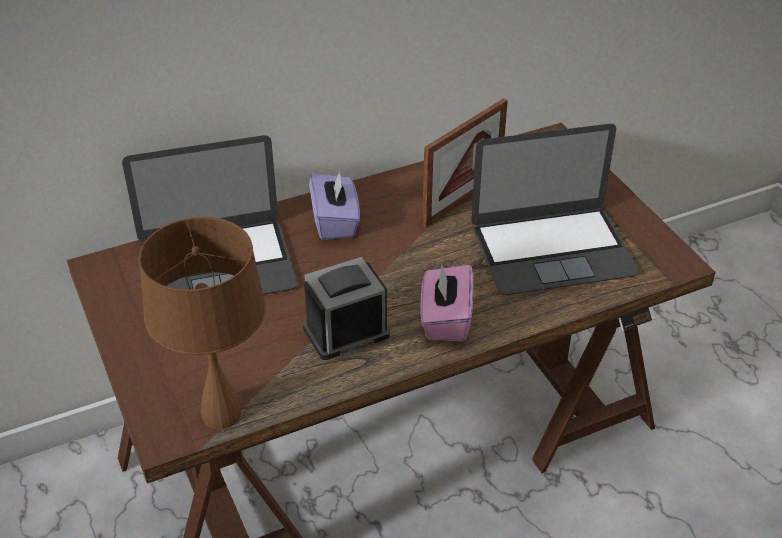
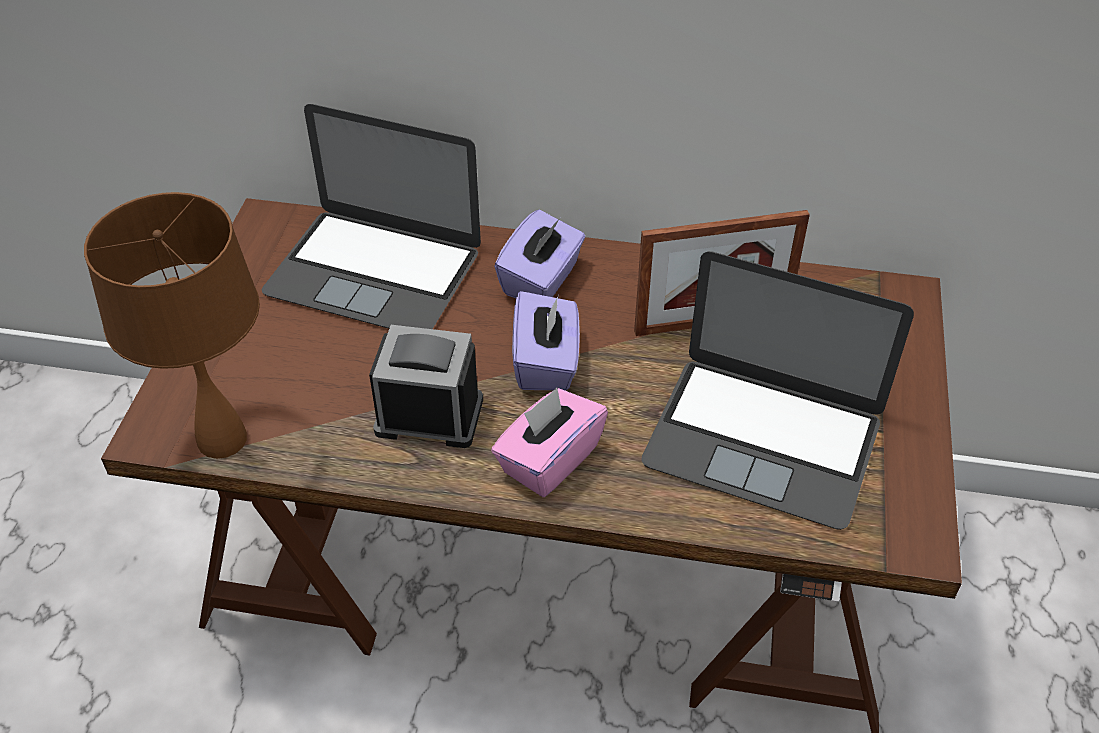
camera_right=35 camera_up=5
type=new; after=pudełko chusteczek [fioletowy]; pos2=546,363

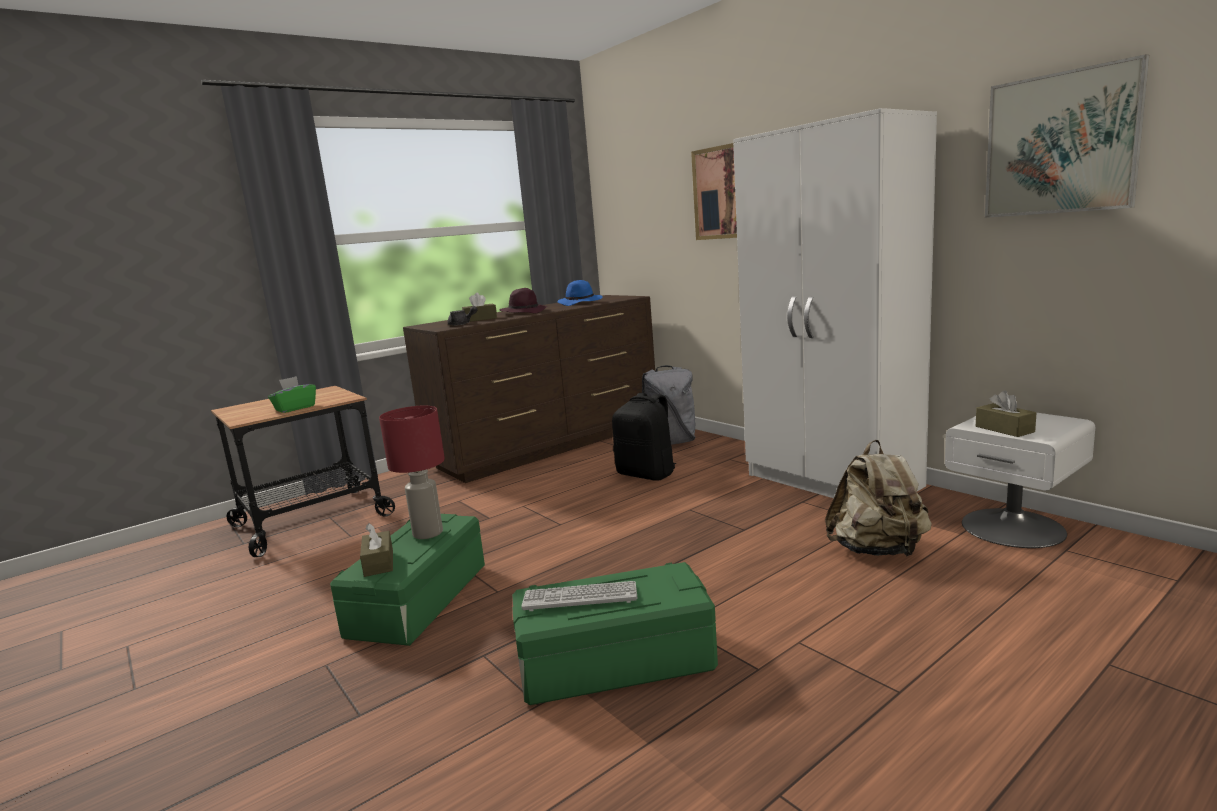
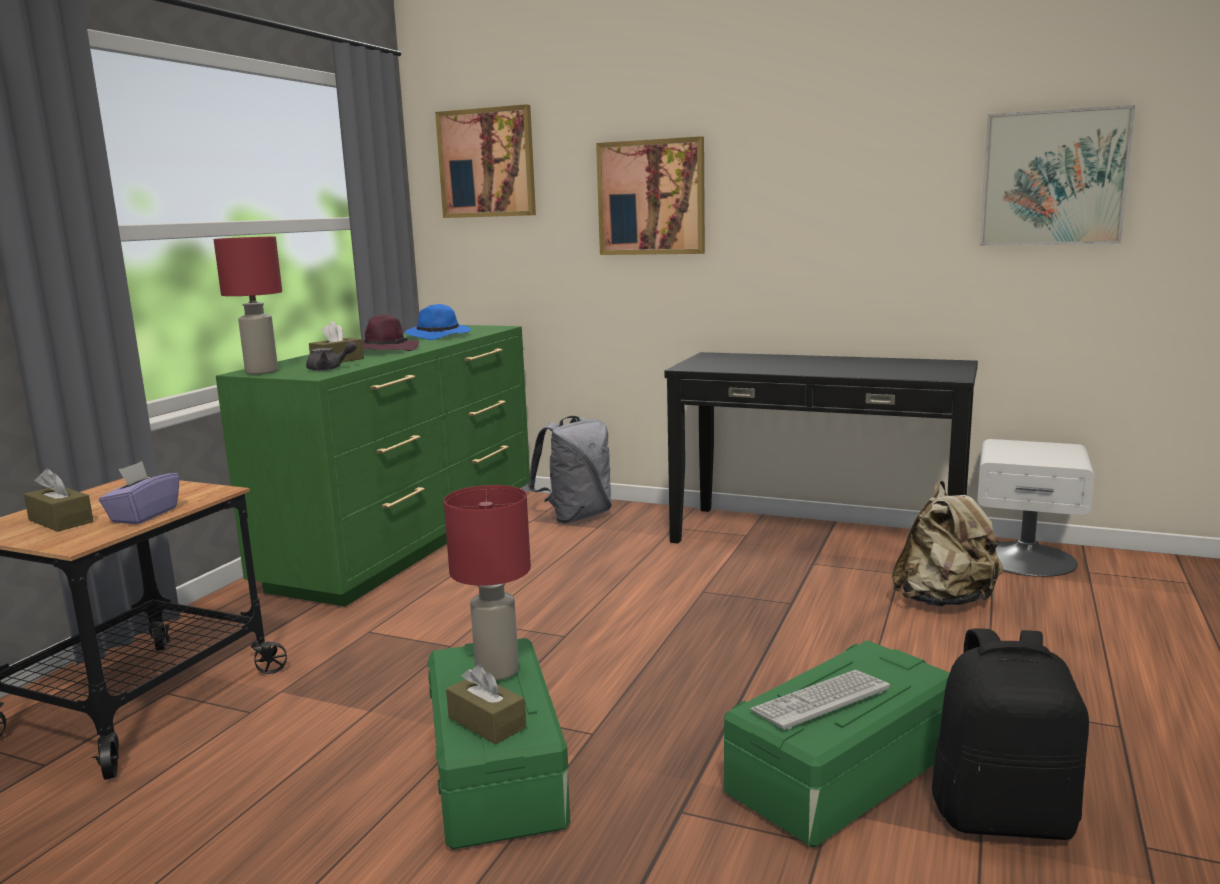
camera_right=-30 camera_up=0
type=new; after=lampa stołowa [czerwony]; pos2=262,372
type=new; after=obraz; pos2=487,163
type=shifted; before=plecak [czarny]; pos1=647,474; pos2=1003,815
type=shifted; before=pudełko chusteczek [brązowy]; pos1=1004,429; pos2=61,521
type=swapped; before=szafa [biały]; after=stolik konsolowy [czarny]; pos1=832,481; pos2=816,538
type=repainted; before=pudełko chusteczek [zielony]; after=pudełko chusteczek [fioletowy]; pos1=295,408; pos2=144,515
type=repainted; before=komoda [brązowy]; after=komoda [zielony]; pos1=550,445; pos2=410,538

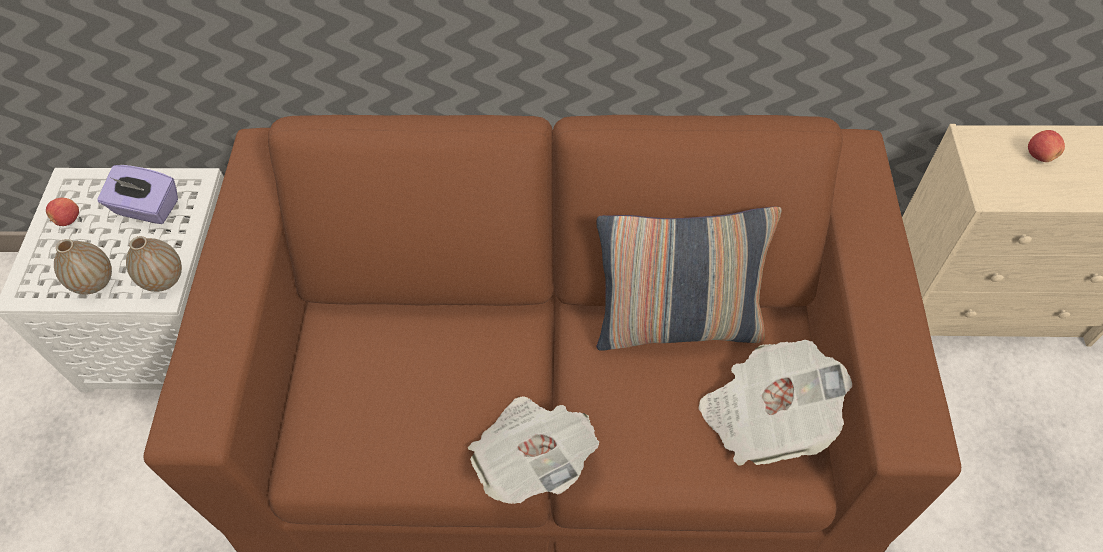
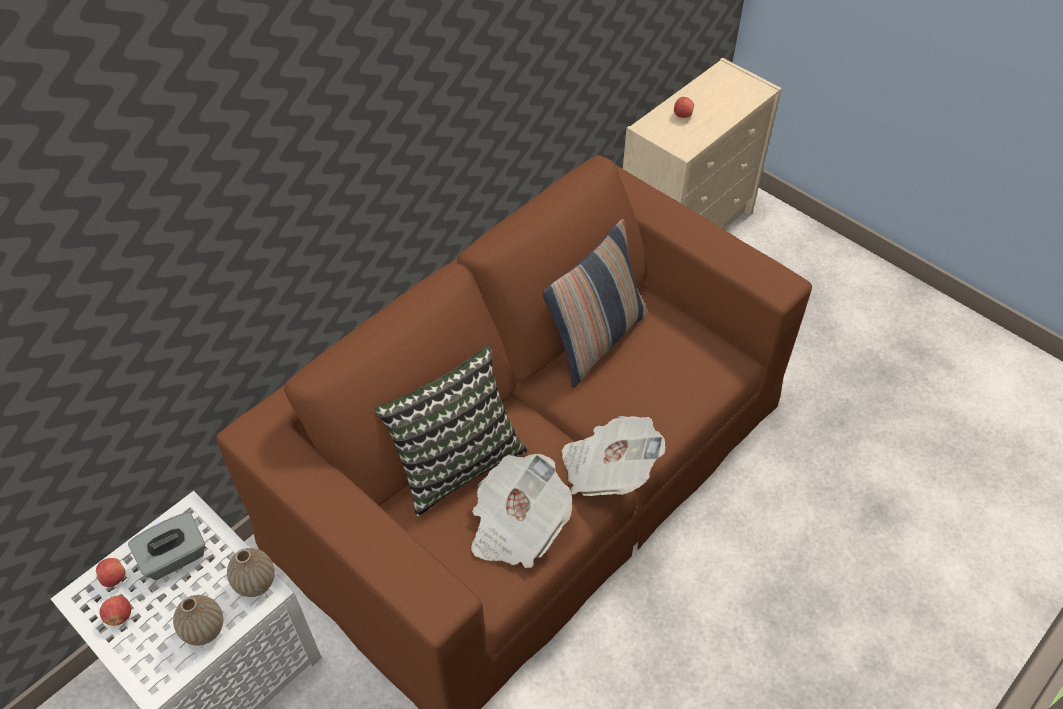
camera_right=-50 camera_up=-5
type=new; after=jabłko; pos2=114,578
type=new; after=poduszka; pos2=456,461
type=shifted; before=gazeta; pos1=765,416; pos2=516,525
type=repainted; before=pudełko chusteczek [fioletowy]; after=pudełko chusteczek [szary]; pos1=147,208; pos2=175,557

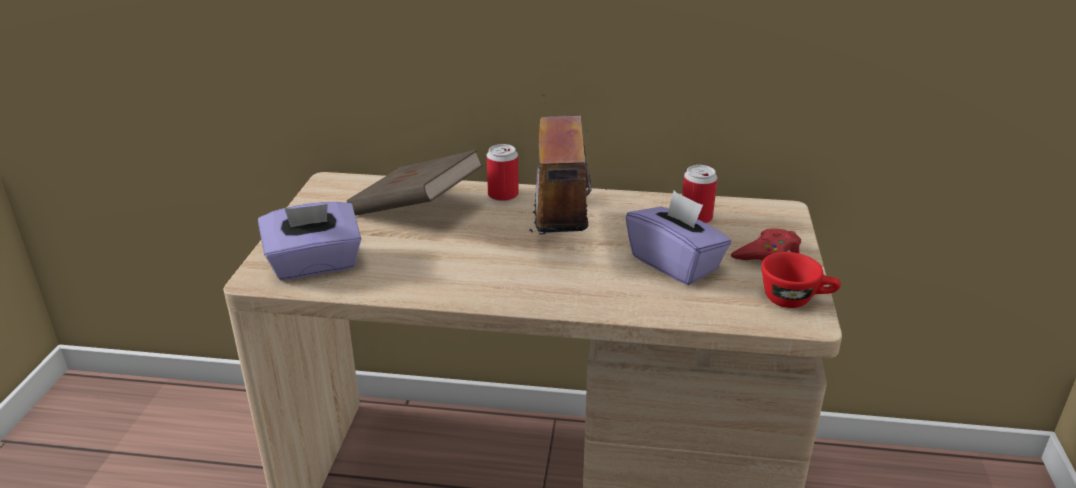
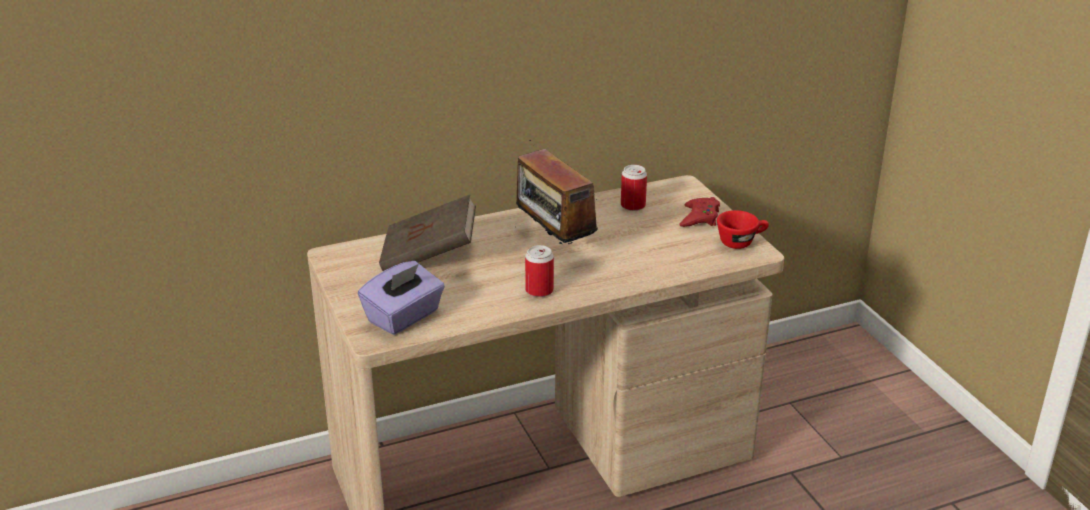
camera_right=-30 camera_up=0
type=gone; before=pudełko chusteczek [fioletowy]; pos1=675,263
type=shifted; before=puszka; pos1=503,195; pos2=539,290

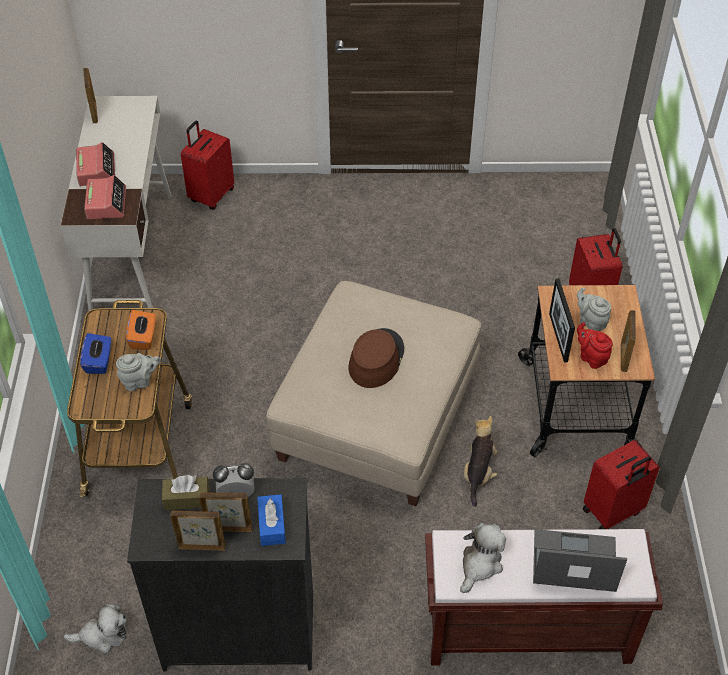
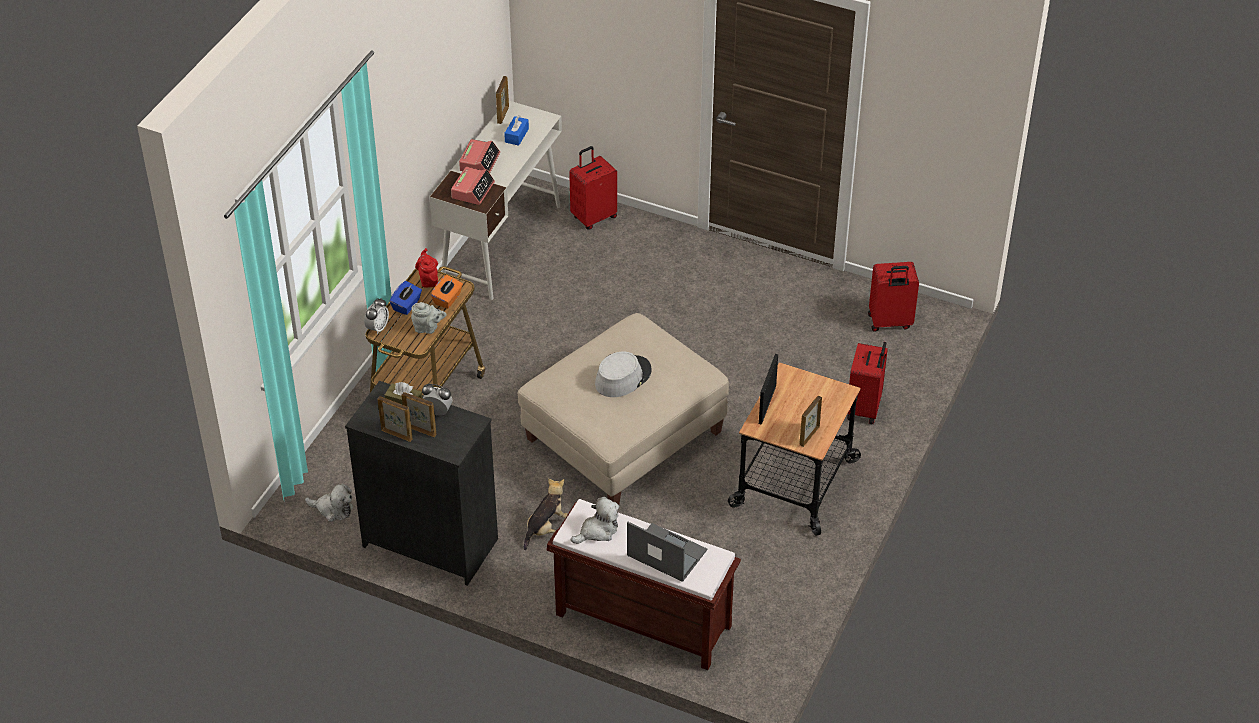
camera_right=25 camera_up=-5
type=gone; before=imbryk [szary]; pos1=591,322
type=new; after=budzik; pos2=377,328
type=shifted; before=pudełko chusteczek [niebieski]; pos1=272,525; pos2=516,135
type=shifted; before=pluszak; pos1=478,472; pos2=546,527
type=shifted; before=imbryk [czerwony]; pos1=591,357; pos2=428,280
type=shifted; before=walizka [czerwony]; pos1=613,512; pos2=890,322
type=repainted; before=kapelusz [brązowy]; after=kapelusz [szary]; pos1=376,359; pos2=622,377

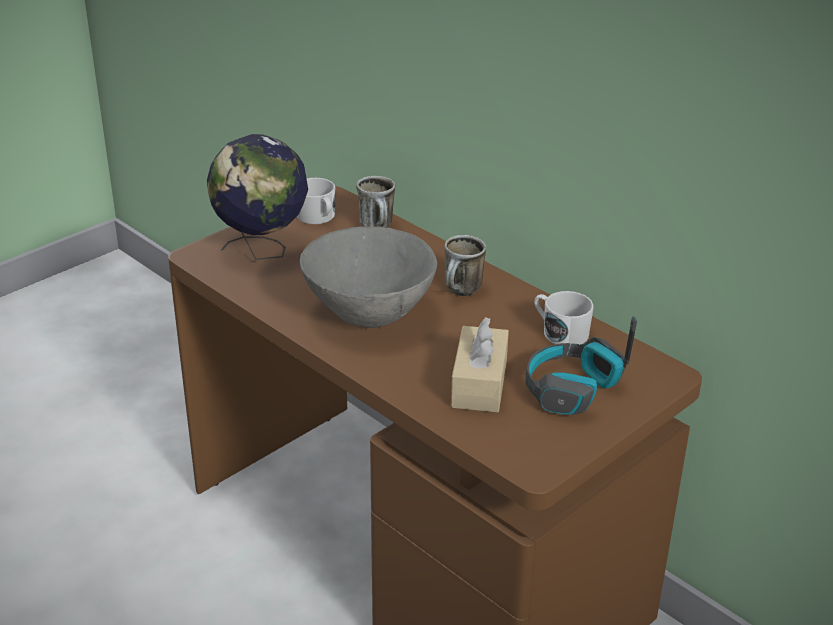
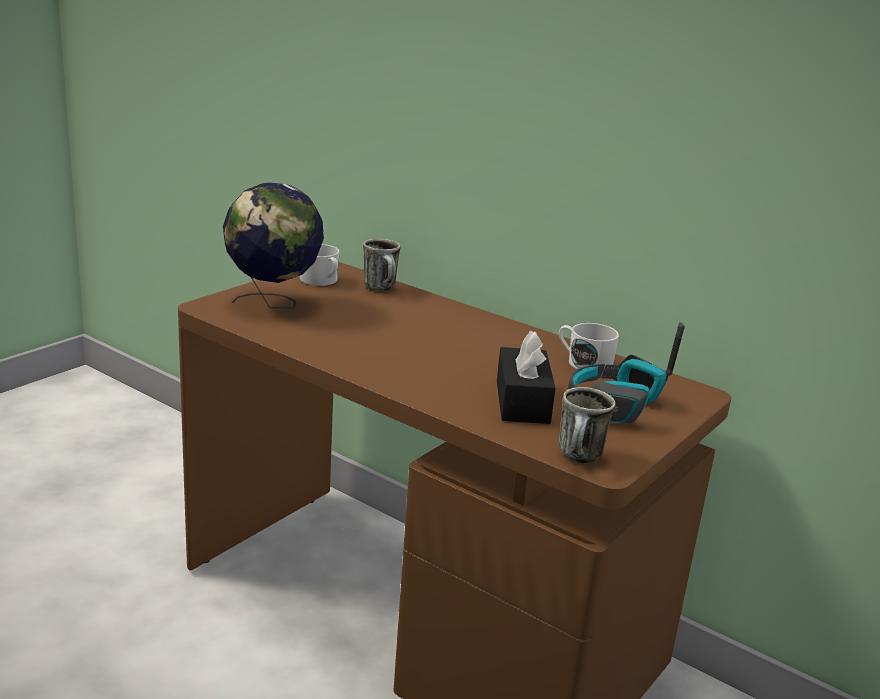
camera_right=-10 camera_up=-10
type=gone; before=miska [szary]; pos1=369,315
type=shifted; before=kubek; pos1=462,292; pos2=581,459
type=repainted; before=pudełko chusteczek [beżowy]; after=pudełko chusteczek [czarny]; pos1=479,383; pos2=522,402

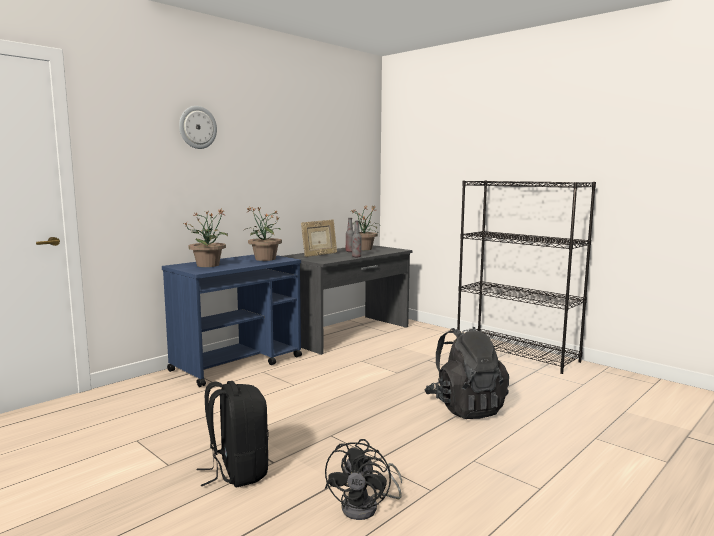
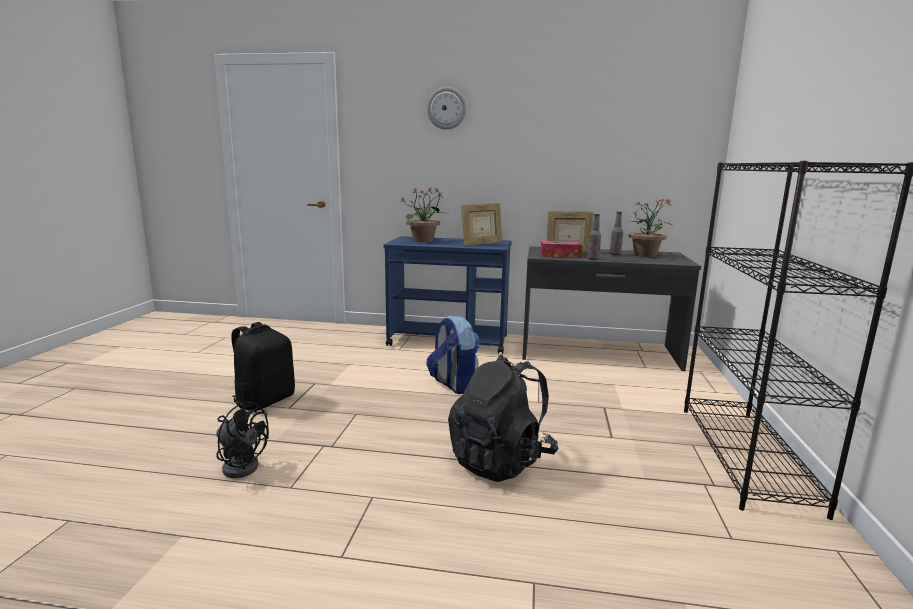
camera_right=55 camera_up=5
type=new; after=plecak; pos2=453,385
type=new; after=pudełko chusteczek; pos2=560,255
type=swapped; before=roślina doniczkowa; after=ramka na zdjęcie; pos1=264,259; pos2=481,244
type=rotated; before=wentylator [czarny]; pos1=367,507; pos2=241,465; turn=-135

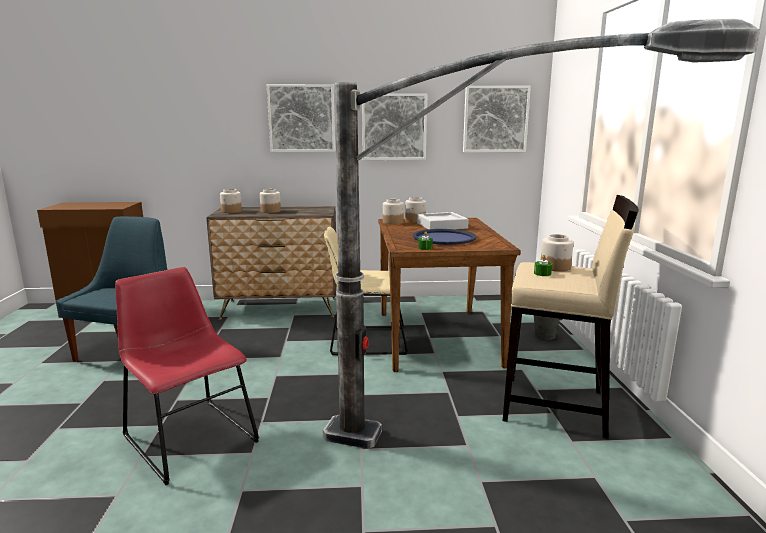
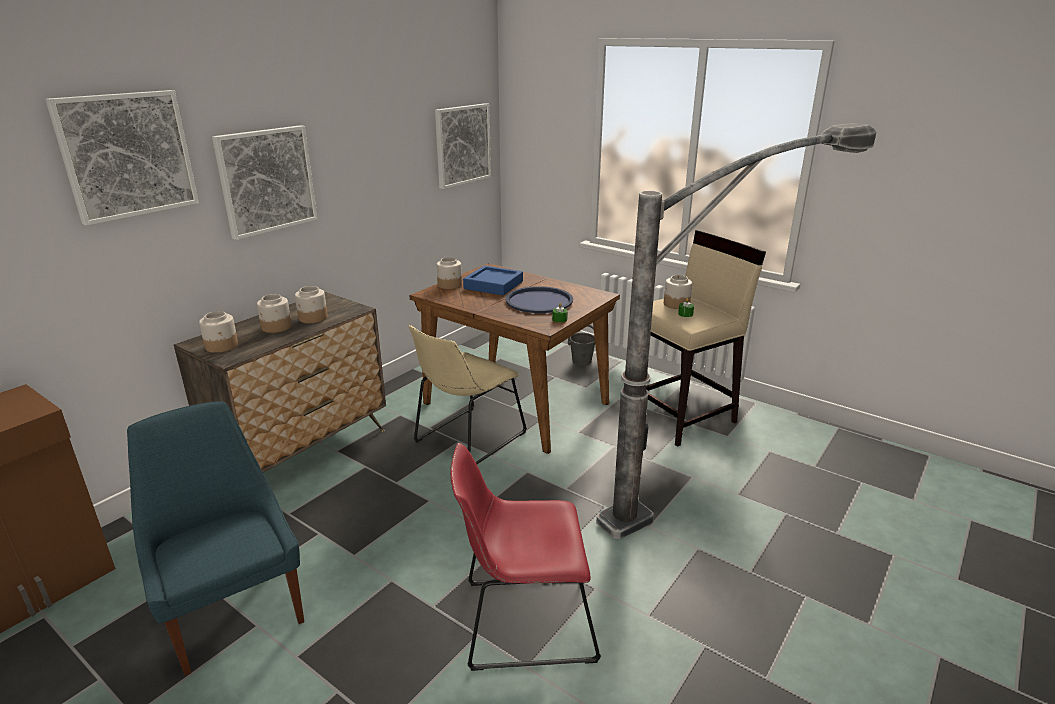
camera_right=-50 camera_up=10
type=shifted; before=obraz; pos1=394,127; pos2=127,155
type=shifted; before=słoik; pos1=392,222; pos2=313,318
type=repainted; before=taca [szary]; after=taca [niebieski]; pos1=441,225; pos2=493,285

